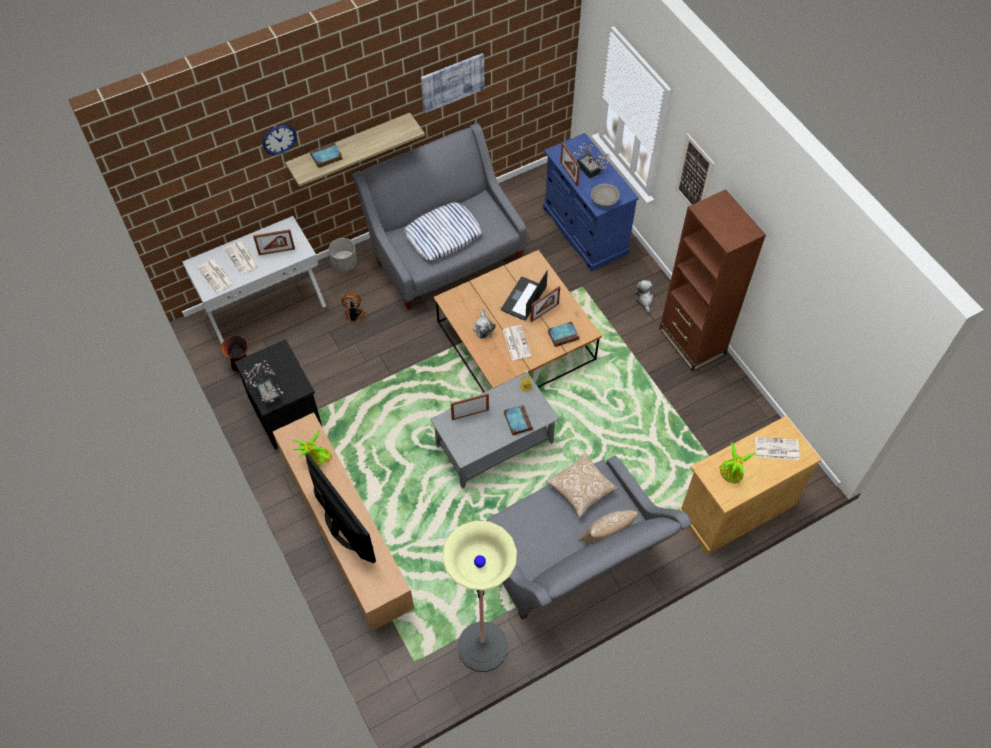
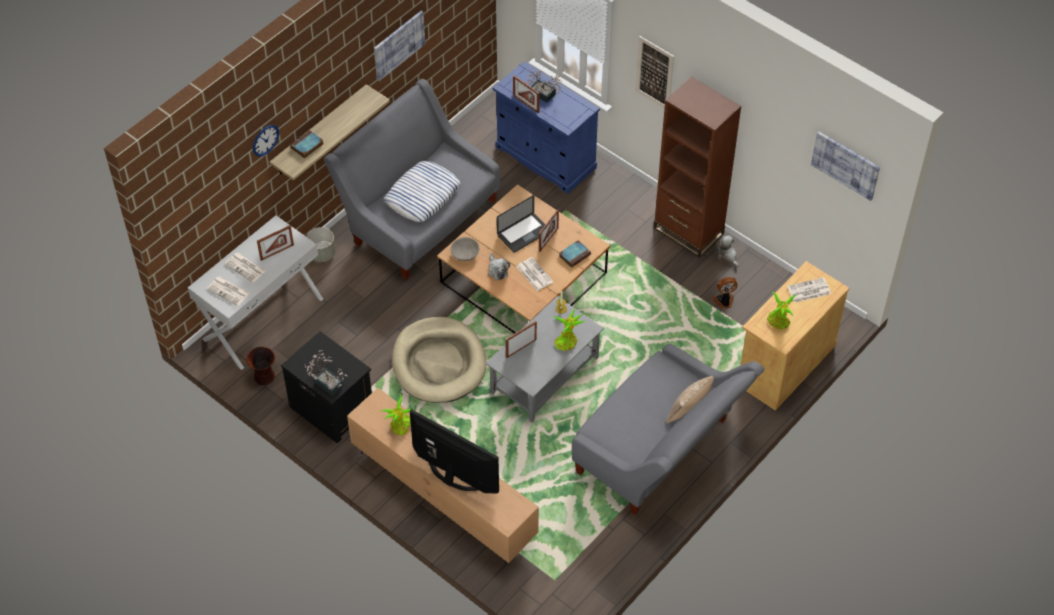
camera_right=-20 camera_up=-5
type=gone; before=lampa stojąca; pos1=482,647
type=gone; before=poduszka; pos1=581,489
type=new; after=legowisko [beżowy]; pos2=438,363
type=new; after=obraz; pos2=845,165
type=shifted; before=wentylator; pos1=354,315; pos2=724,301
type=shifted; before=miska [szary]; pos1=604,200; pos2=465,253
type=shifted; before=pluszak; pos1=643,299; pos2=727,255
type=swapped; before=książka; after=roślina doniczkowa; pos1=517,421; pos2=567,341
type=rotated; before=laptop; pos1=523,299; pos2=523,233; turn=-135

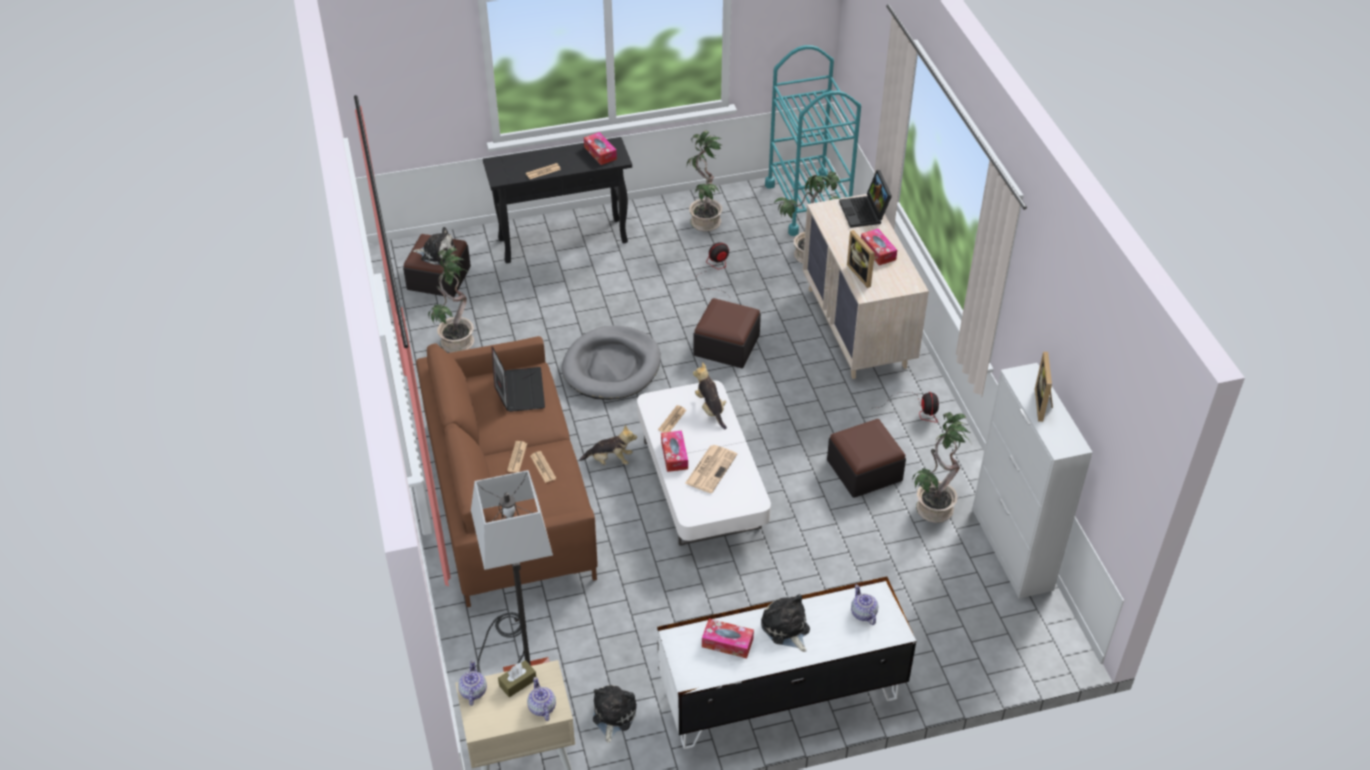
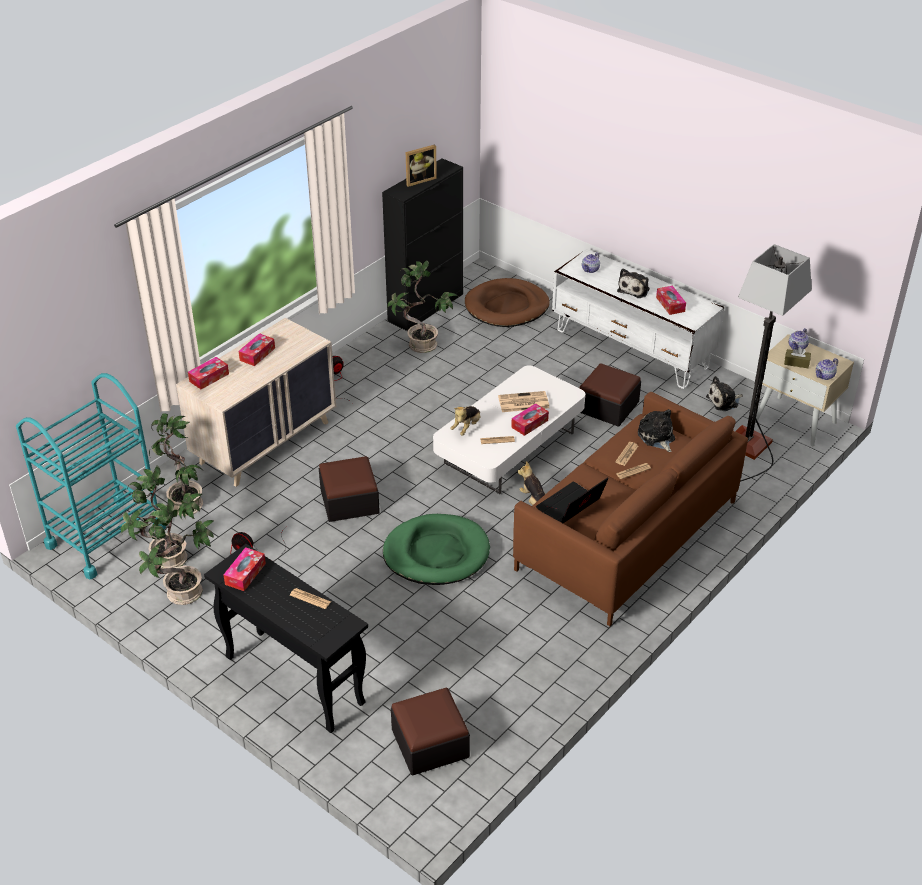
camera_right=-125 camera_up=-5
type=gone; before=ramka na zdjęcie; pos1=862,274
type=new; after=legowisko [brązowy]; pos2=507,307
type=shifted; before=pluszak; pos1=436,253; pos2=656,437
type=shifted; before=roślina doniczkowa; pos1=456,341; pos2=169,560
type=shifted; before=pufa; pos1=864,470; pos2=608,407
type=swapped; before=laptop; after=pudełko chusteczek; pos1=865,212; pos2=209,377
type=repainted; before=legowisko [szary]; after=legowisko [zielony]; pos1=612,367; pos2=436,553
type=repainted; before=szafka [biały]; after=szafka [czarny]; pos1=1012,549; pos2=426,307

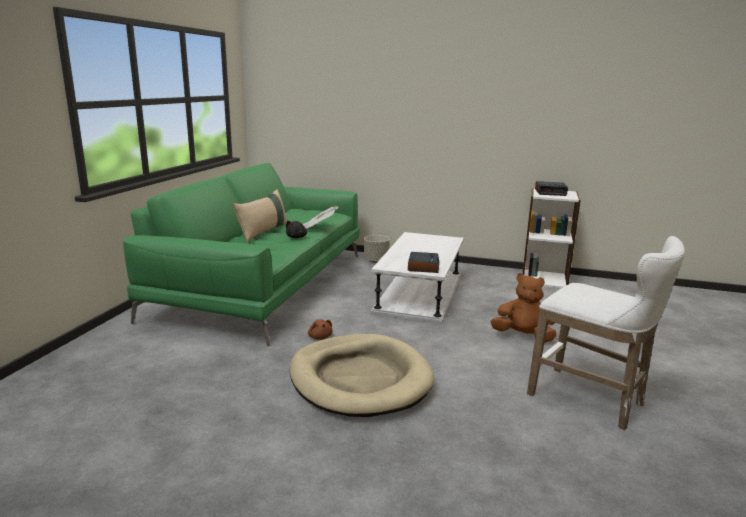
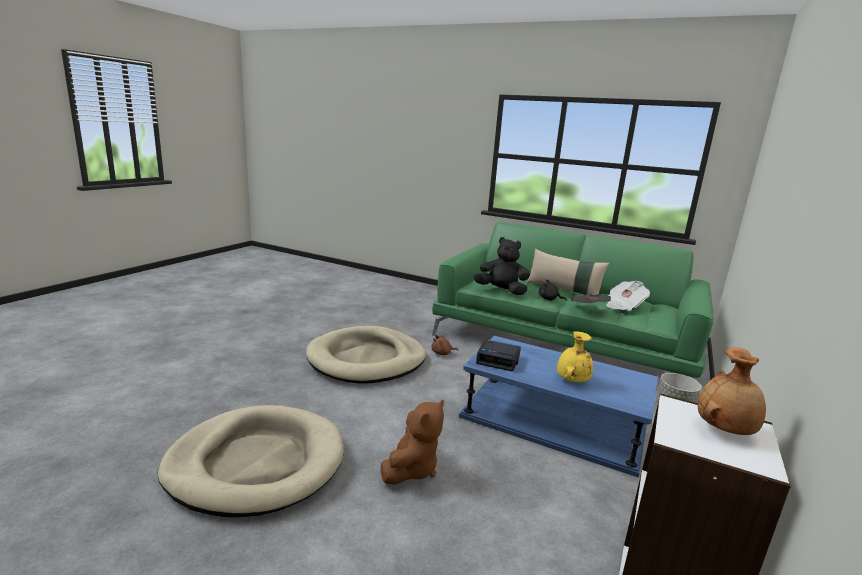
camera_right=100 camera_up=0
type=new; after=pluszak [czarny]; pos2=501,291
type=new; after=wazon [żółty]; pos2=571,380
type=new; after=gazeta; pos2=624,305
type=swapped; before=stołek [biały]; after=legowisko [beżowy]; pos1=592,400; pos2=256,464
type=swapped; before=budzik; after=wazon [brązowy]; pos1=550,192; pos2=725,430
type=repainted; before=ława [biały]; after=ława [niebieski]; pos1=419,293; pos2=553,422

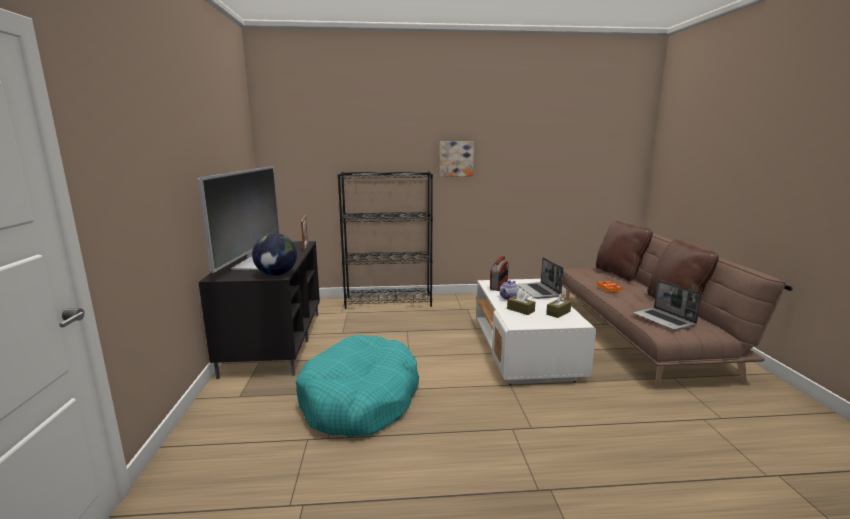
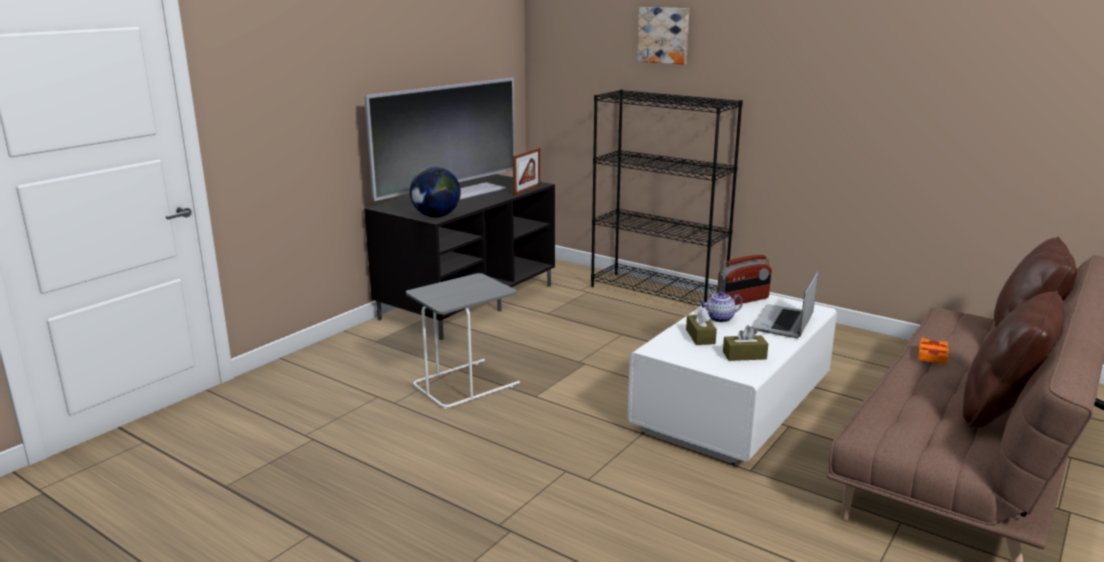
camera_right=40 camera_up=5
type=gone; before=laptop; pos1=664,320
type=shifted; before=obraz; pos1=456,159; pos2=664,35
type=swapped; before=legowisko [turkusowy]; after=stolik [szary]; pos1=360,399; pos2=465,383

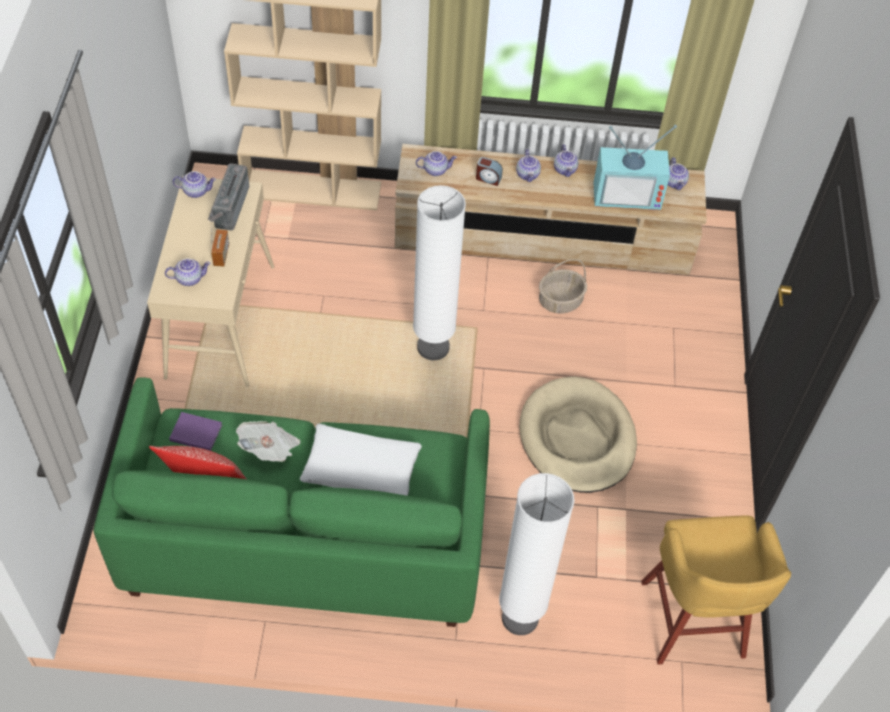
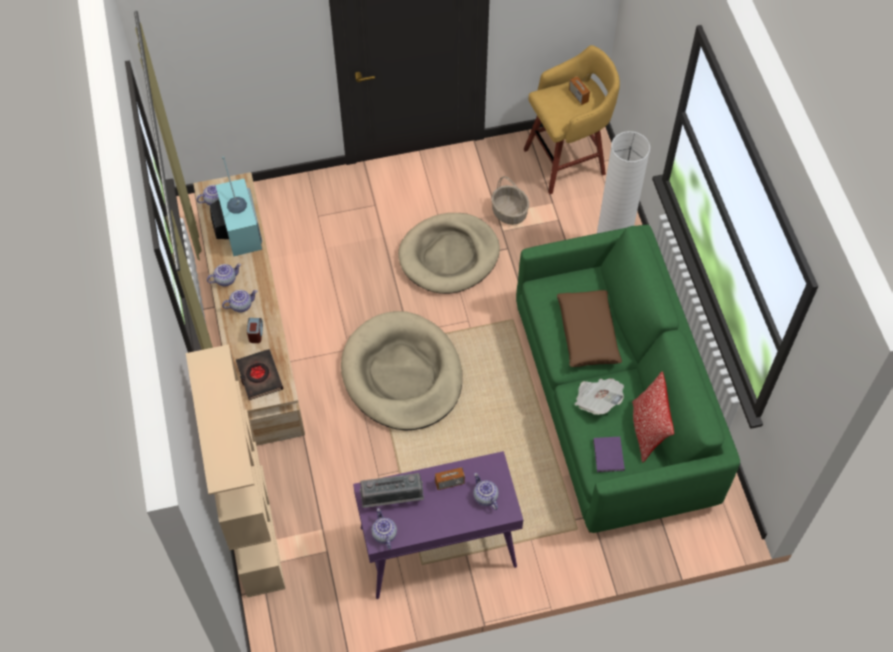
camera_right=-105 camera_up=5
type=new; after=radio; pos2=578,96
type=shifted; before=koszyk; pos1=560,301; pos2=510,212
type=swapped; before=lampa stojąca [biały]; after=legowisko [beżowy]; pos1=433,347; pos2=402,374
type=swapped; before=imbryk; after=książka [czarny]; pos1=435,170; pos2=259,376
type=repainted; before=stolik konsolowy [beżowy]; after=stolik konsolowy [fioletowy]; pos1=220,320; pos2=437,548
type=repainted; before=poduszka [biały]; after=poduszka [brązowy]; pos1=361,469; pos2=587,333

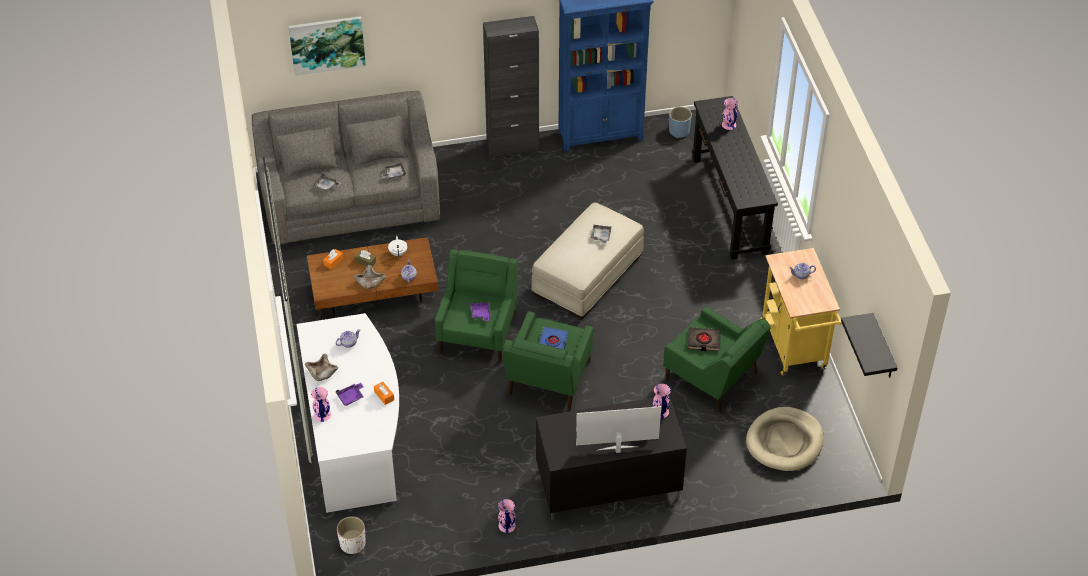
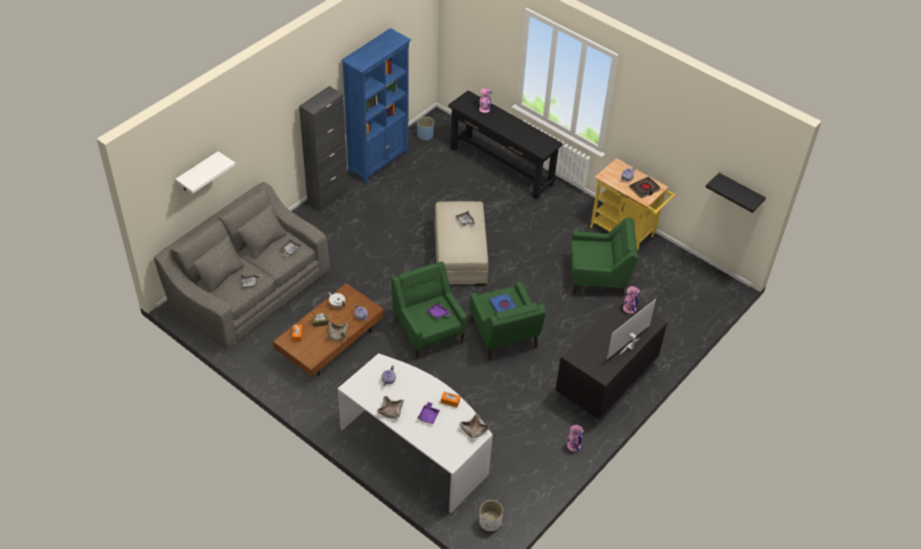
camera_right=-40 camera_up=0
type=gone; before=wazon [różowy]; pos1=322,415
type=gone; before=legowisko [beżowy]; pos1=784,442
type=new; after=miska [beżowy]; pos2=474,430
type=shifted; before=książka [czarny]; pos1=703,341; pos2=644,189
type=swapped; before=obraz; after=półka [biały]; pos1=327,44; pos2=198,172

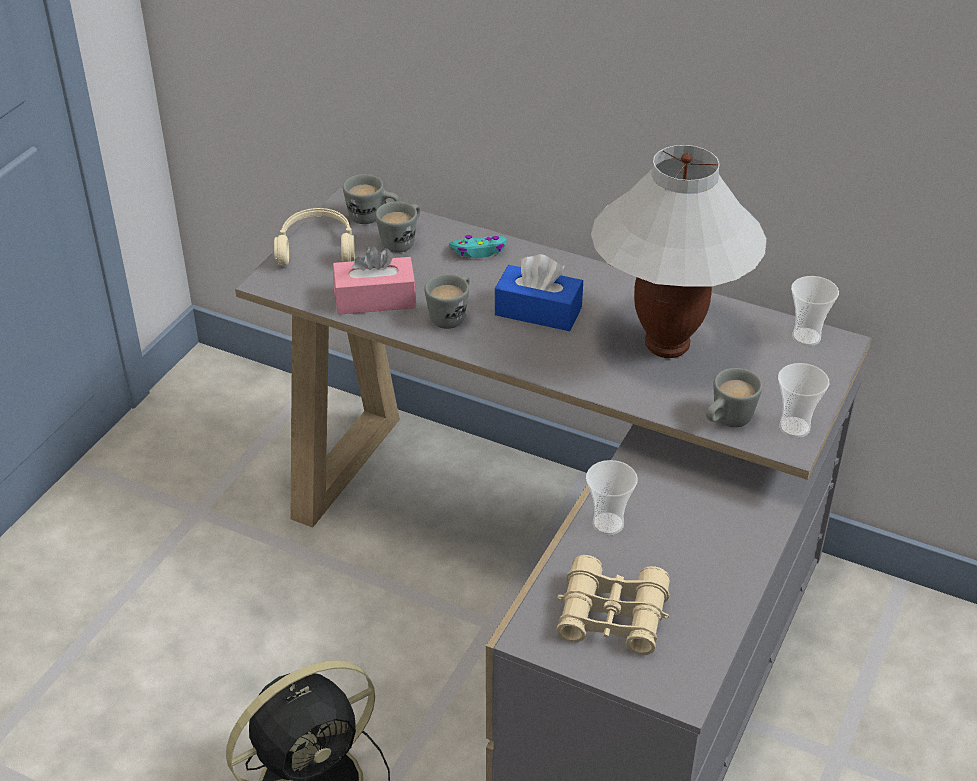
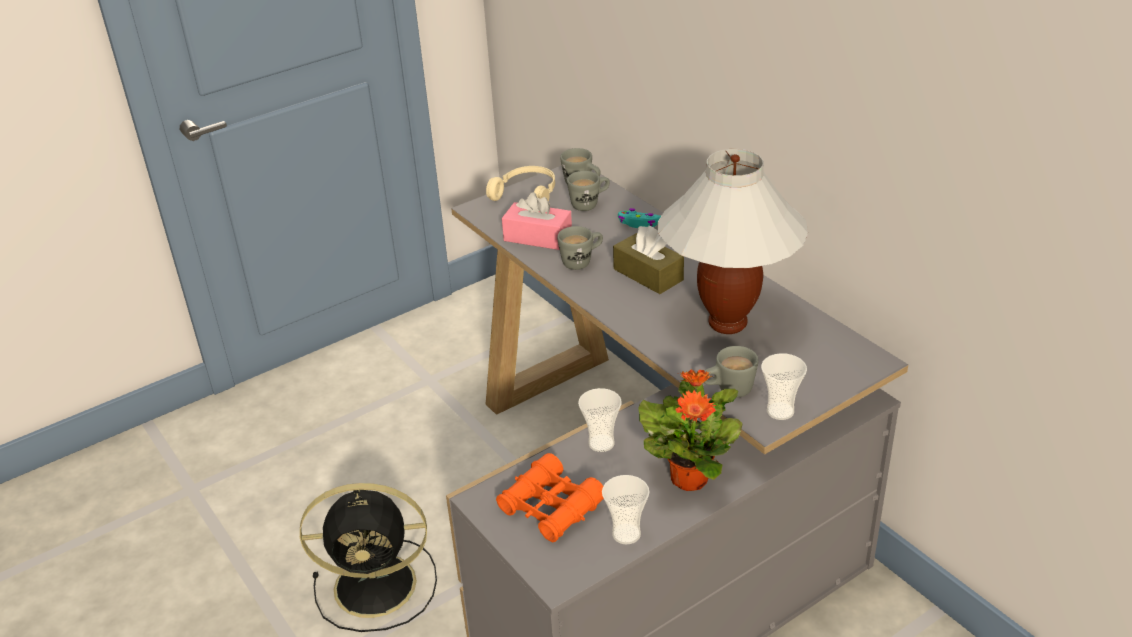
camera_right=30 camera_up=-5
type=new; after=roślina doniczkowa; pos2=690,477
type=shifted; before=filiżanka; pos1=806,337; pos2=626,534
type=repainted; before=pudełko chusteczek [niebieski]; after=pudełko chusteczek [brązowy]; pos1=538,311; pos2=648,274
type=repainted; before=lornetka [beżowy]; after=lornetka [pomarańczowy]; pos1=612,616; pos2=551,507

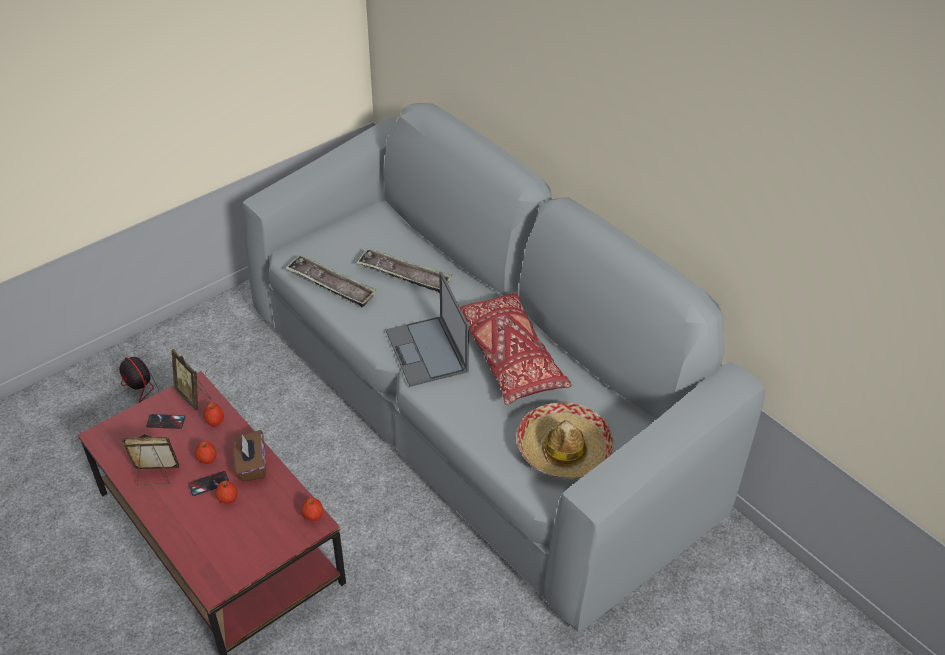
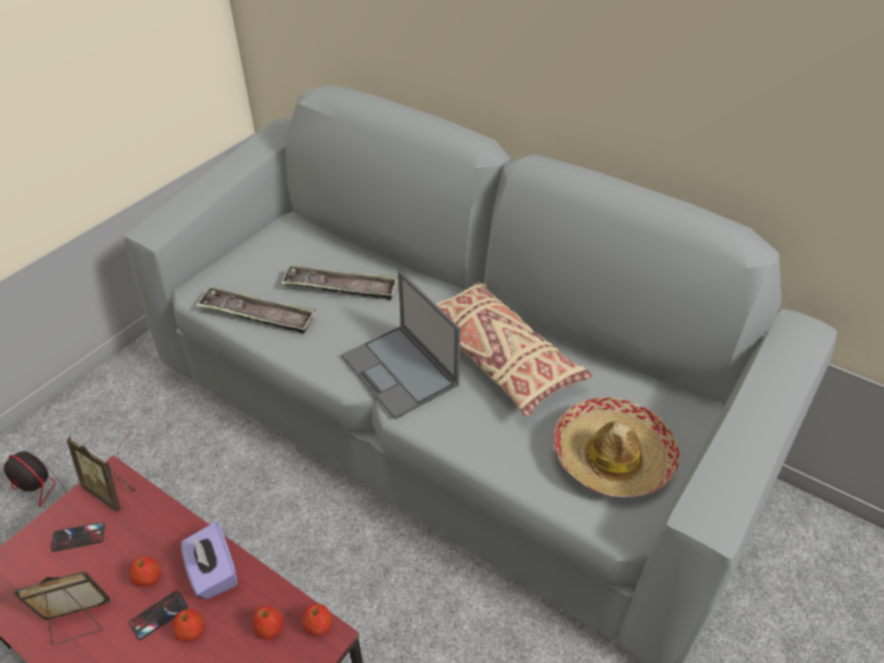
camera_right=-15 camera_up=0
type=shifted; before=jabłko; pos1=215,422; pos2=270,629
type=repainted; before=pudełko chusteczek [brązowy]; after=pudełko chusteczek [fioletowy]; pos1=251,466; pos2=213,572
type=repainted; before=poduszka [czerwony]; after=poduszka [beżowy]; pos1=510,357; pos2=499,357

